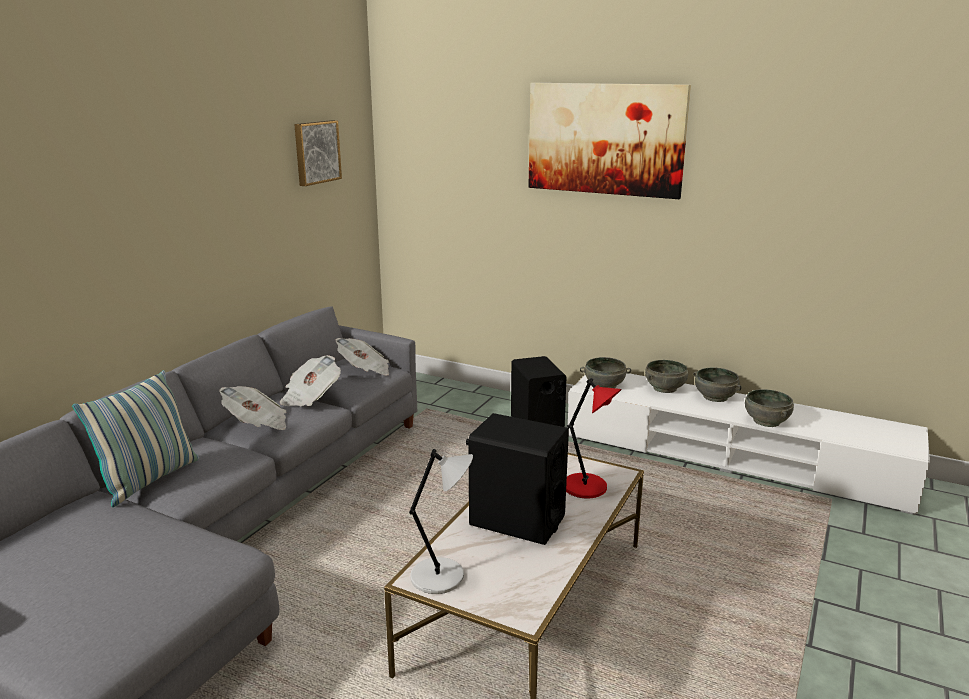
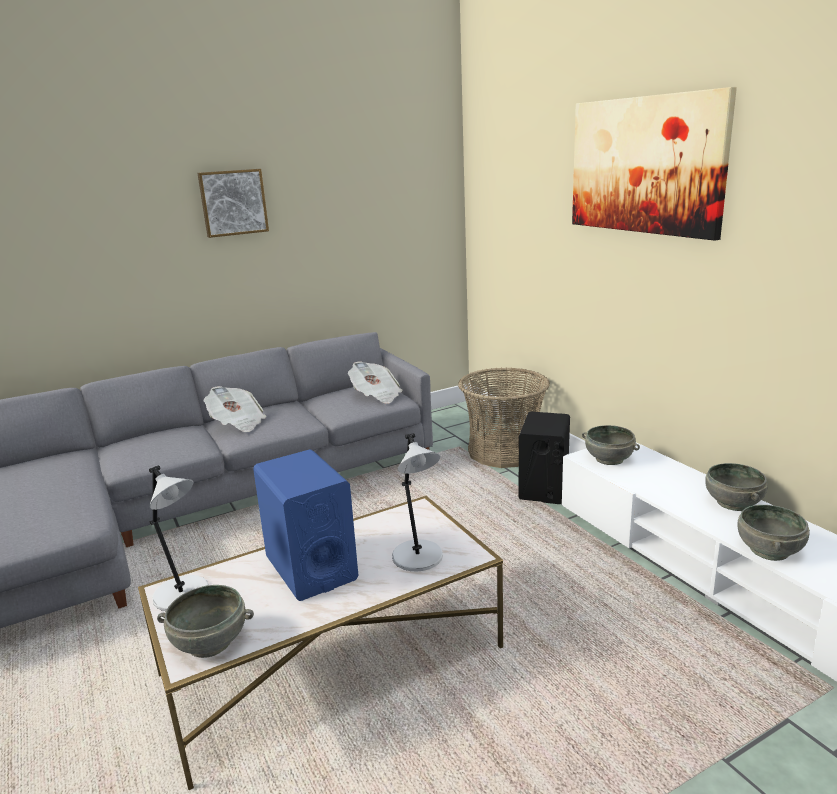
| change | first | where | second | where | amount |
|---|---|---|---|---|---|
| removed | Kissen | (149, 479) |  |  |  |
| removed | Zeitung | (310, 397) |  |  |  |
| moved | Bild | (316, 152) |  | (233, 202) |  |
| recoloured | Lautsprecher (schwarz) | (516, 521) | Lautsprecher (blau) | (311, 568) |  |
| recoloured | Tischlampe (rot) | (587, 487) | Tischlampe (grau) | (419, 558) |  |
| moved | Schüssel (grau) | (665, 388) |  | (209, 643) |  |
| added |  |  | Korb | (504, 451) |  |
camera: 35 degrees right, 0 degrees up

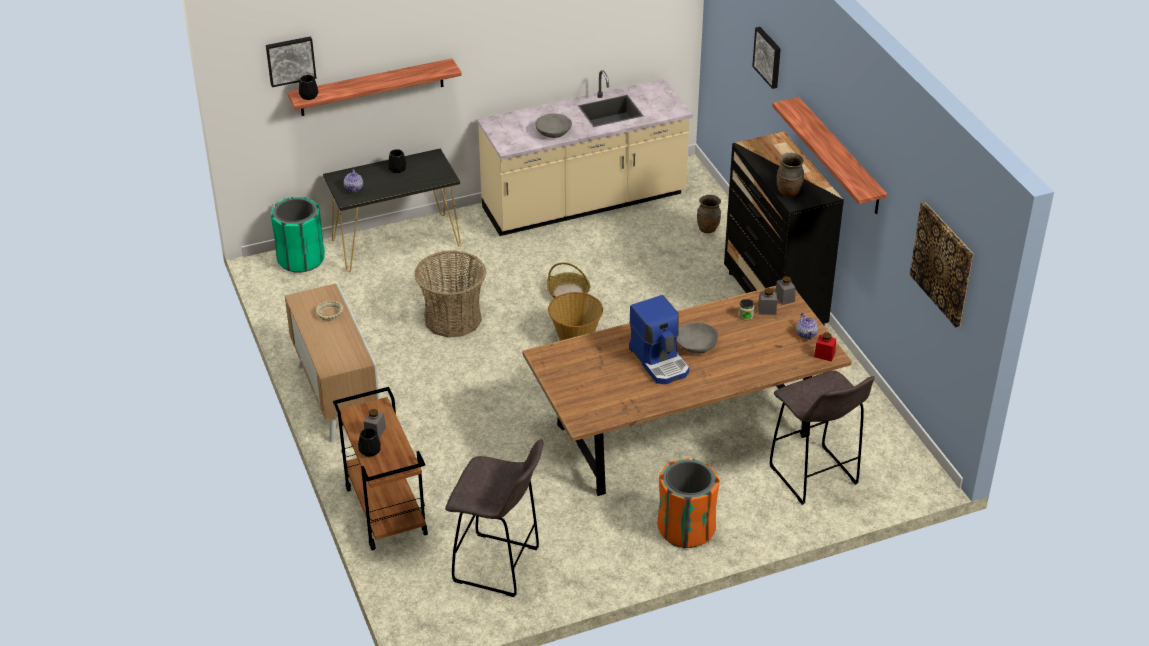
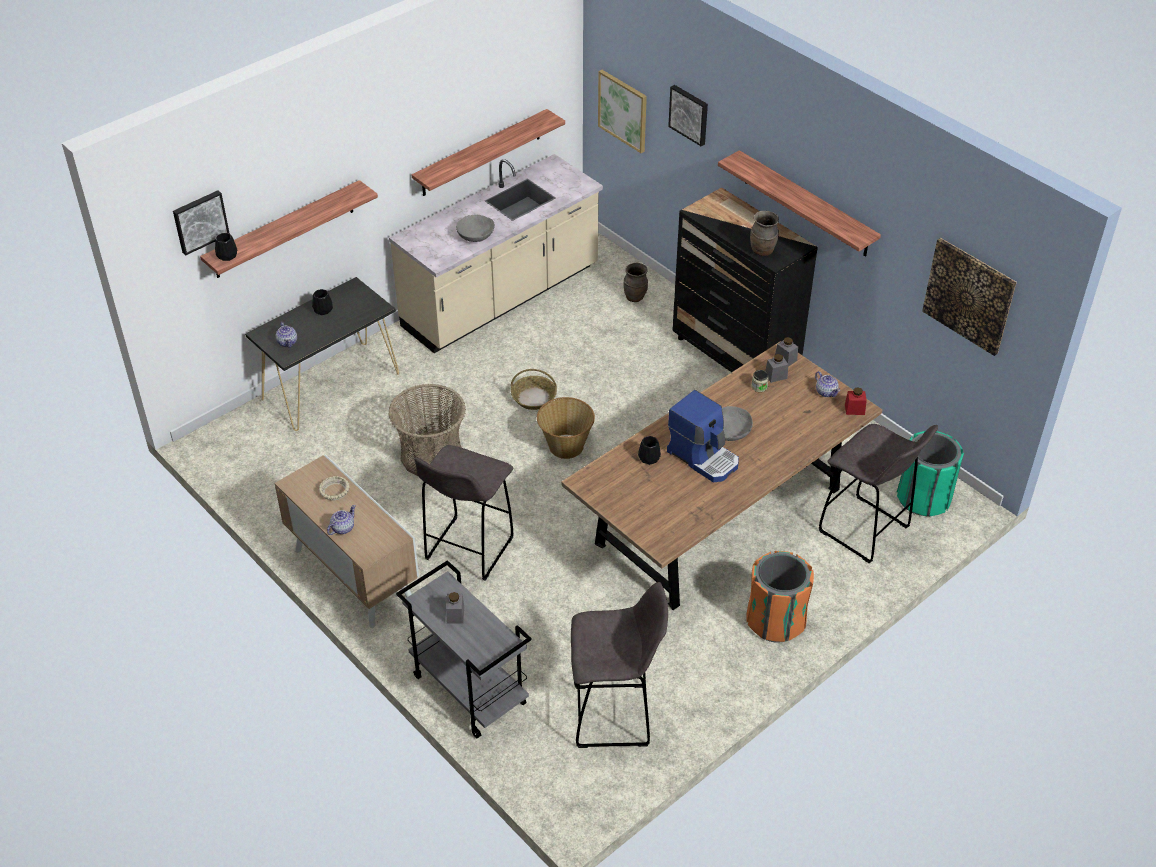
| change | first | where | second | where | amount |
|---|---|---|---|---|---|
| moved | Mülleimer (grün) | (301, 259) |  | (924, 498) |  |
| recoloured | Rollwagen (braun) | (385, 511) | Rollwagen (grau) | (468, 689) |  |
| moved | Vase (schwarz) | (370, 450) |  | (649, 458) |  |
| added |  |  | Teekanne | (342, 528) |  |
| added |  |  | Wandregal | (481, 153) |  |
| added |  |  | Hocker (grau) | (468, 550) |  |
| added |  |  | Bild | (623, 110) |  |
camera: 20 degrees left, 5 degrees up

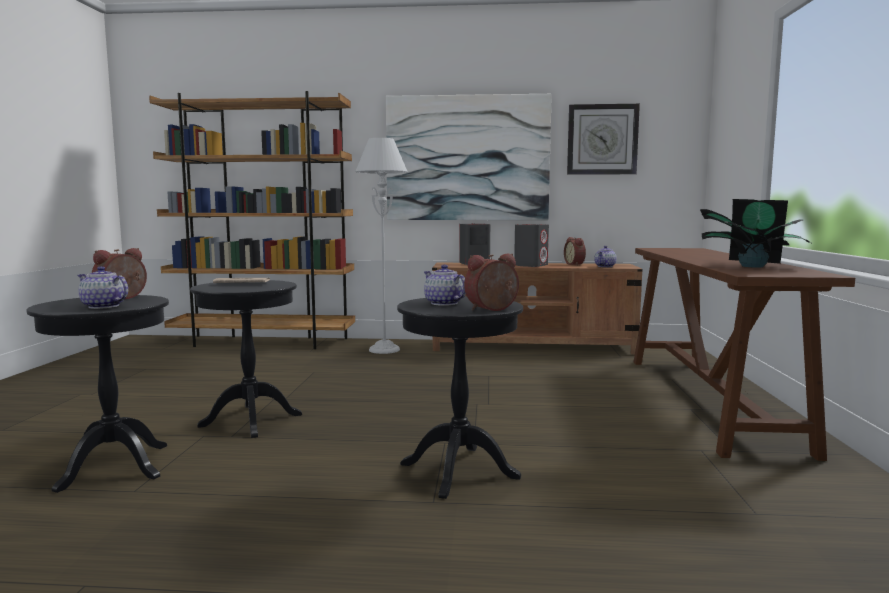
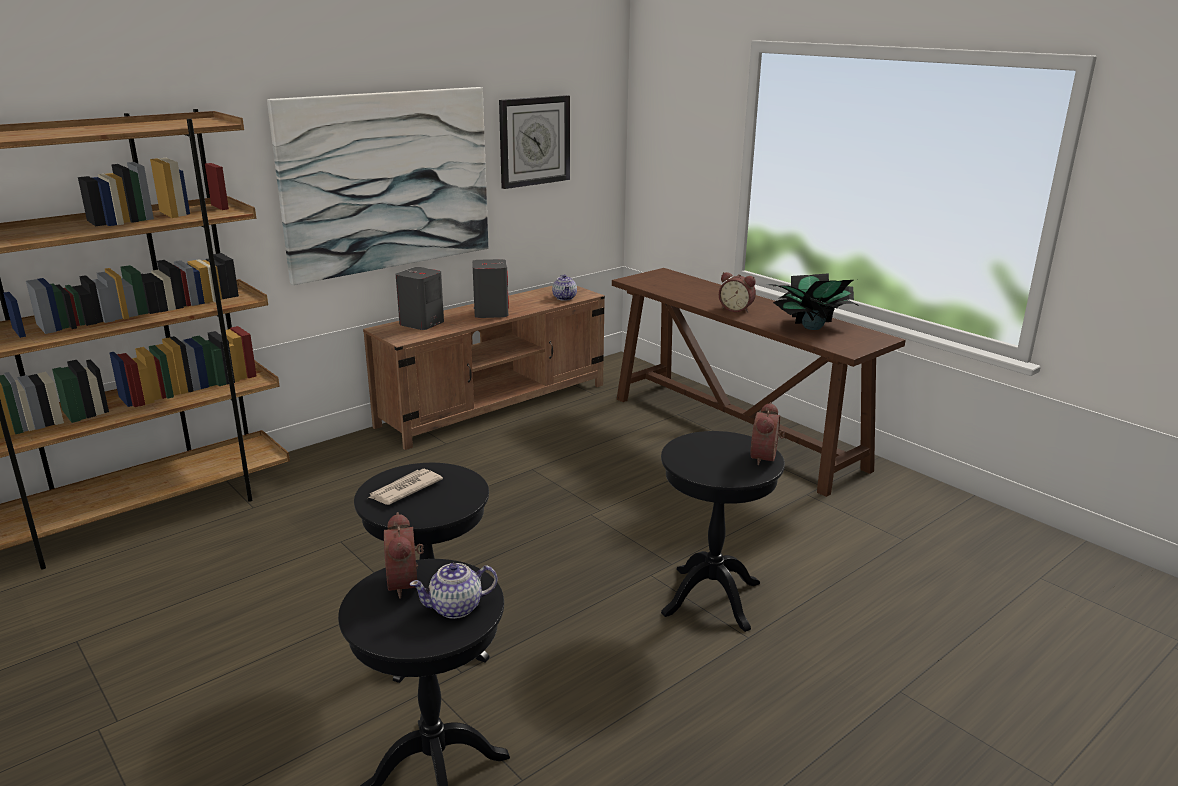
| change | first | where | second | where | amount |
|---|---|---|---|---|---|
| removed | Stehlampe (grau) | (384, 350) |  |  |  |
| removed | Teekanne | (444, 303) |  |  |  |
| moved | Wecker | (575, 264) |  | (736, 309) |  |
camera: 45 degrees left, 15 degrees up

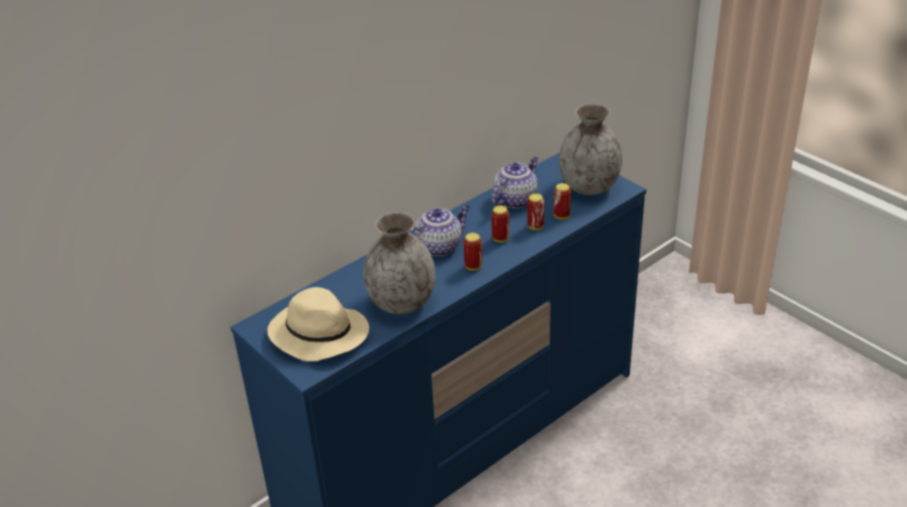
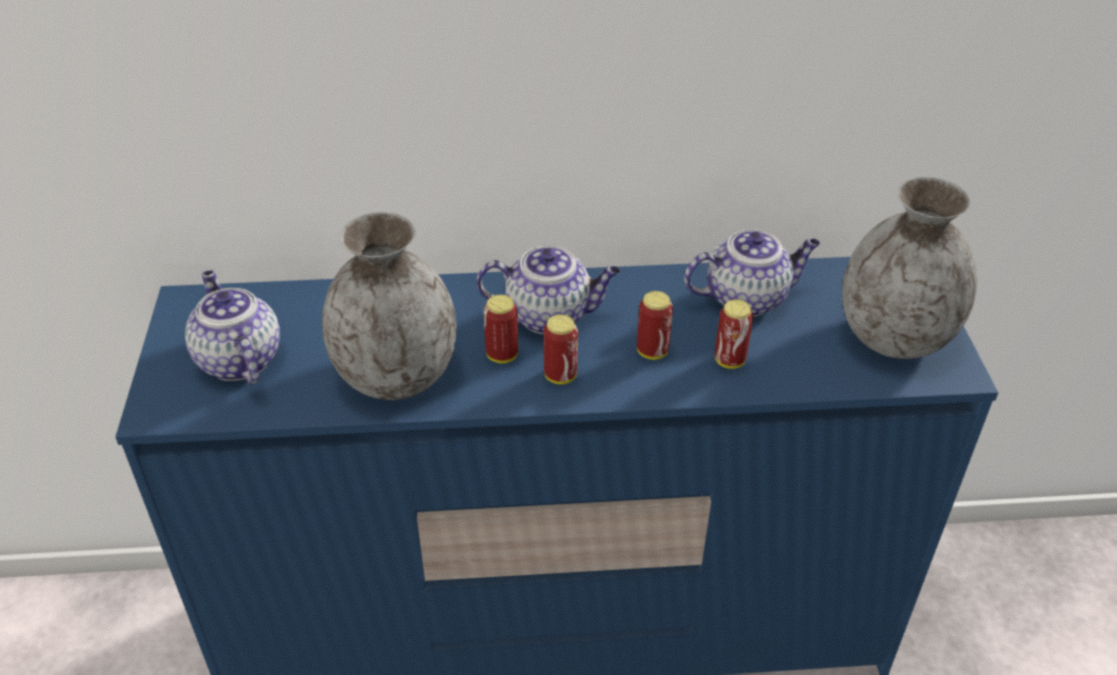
| change | first | where | second | where | amount |
|---|---|---|---|---|---|
| replaced | Hut (beige) | (317, 334) | Teekanne | (238, 359) |  |
| moved | Dose | (561, 216) |  | (502, 355) |  |
camera: 35 degrees right, 5 degrees up

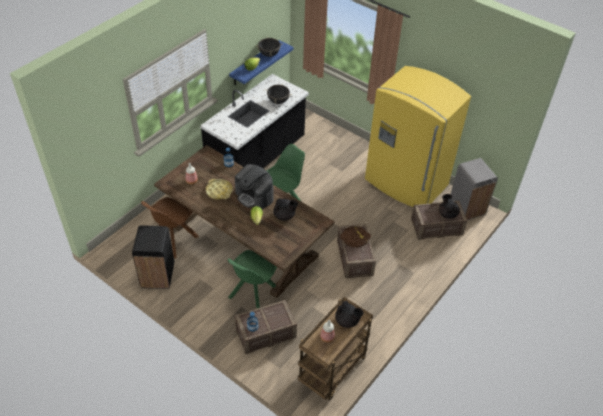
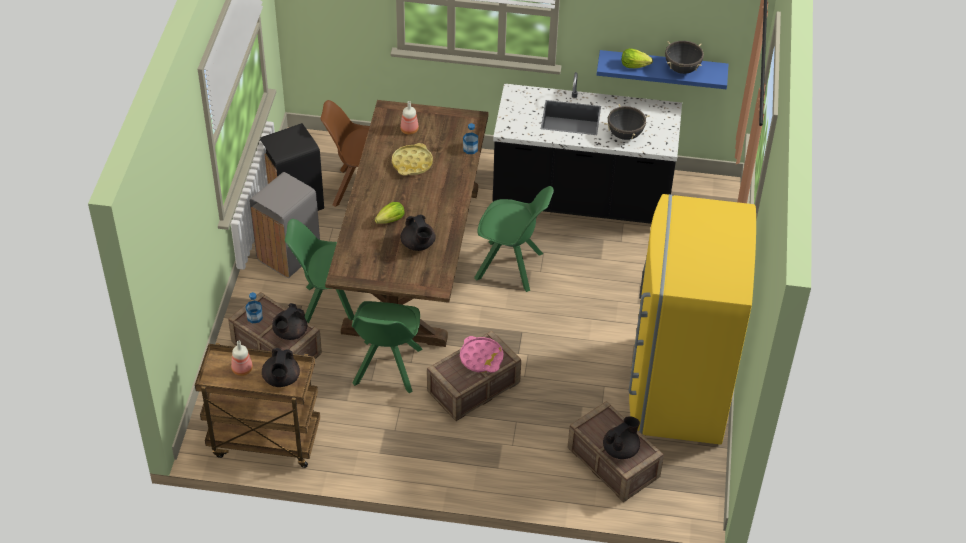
| change | first | where | second | where | amount |
|---|---|---|---|---|---|
| removed | Kaffeemaschine | (254, 196) |  |  |  |
| recoloured | Tablett (braun) | (355, 238) | Tablett (rosa) | (481, 358) |  |
| moved | Mülleimer (grau) | (467, 208) |  | (288, 256) |  |
| added |  |  | Teekanne (schwarz) | (290, 333) |  |
| added |  |  | Stuhl (grün) | (387, 368) |  |
camera: 60 degrees right, 0 degrees up

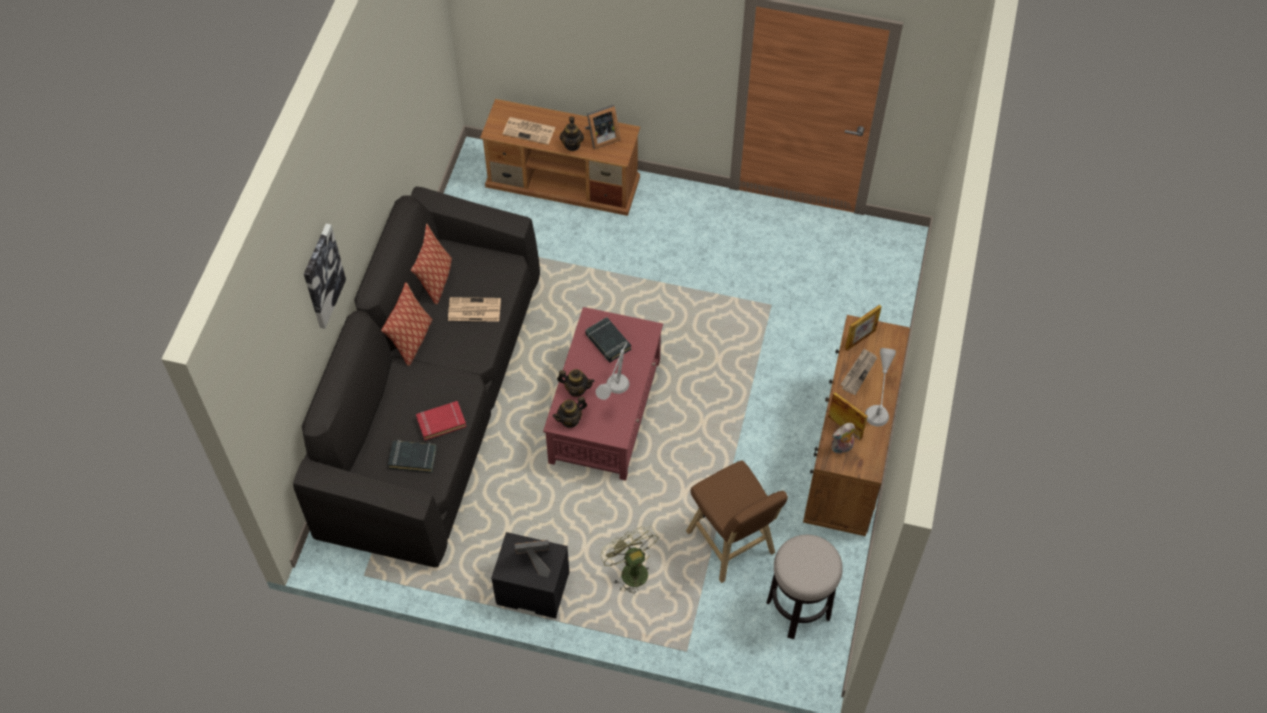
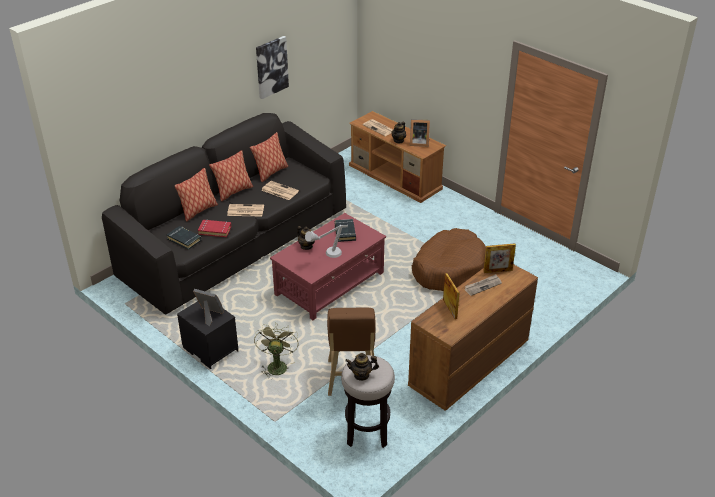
| change | first | where | second | where | amount |
|---|---|---|---|---|---|
| moved | Bild | (322, 276) |  | (271, 67) |  |
| moved | Teekanne | (570, 420) |  | (361, 375) |  |
| removed | Plüschtier | (842, 448) |  |  |  |
| removed | Tischlampe (grau) | (878, 405) |  |  |  |
| added |  |  | Kissen | (198, 211) |  |
| added |  |  | Zeitung | (245, 211) |  |
| added |  |  | Hundebett (braun) | (448, 269) |  |
camera: 30 degrees right, 20 degrees down

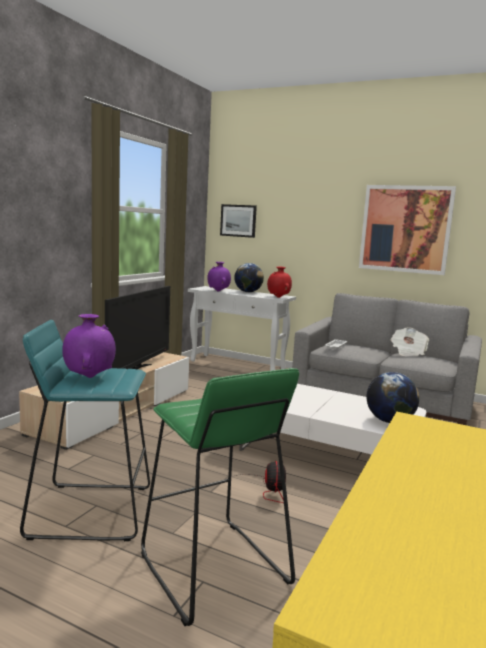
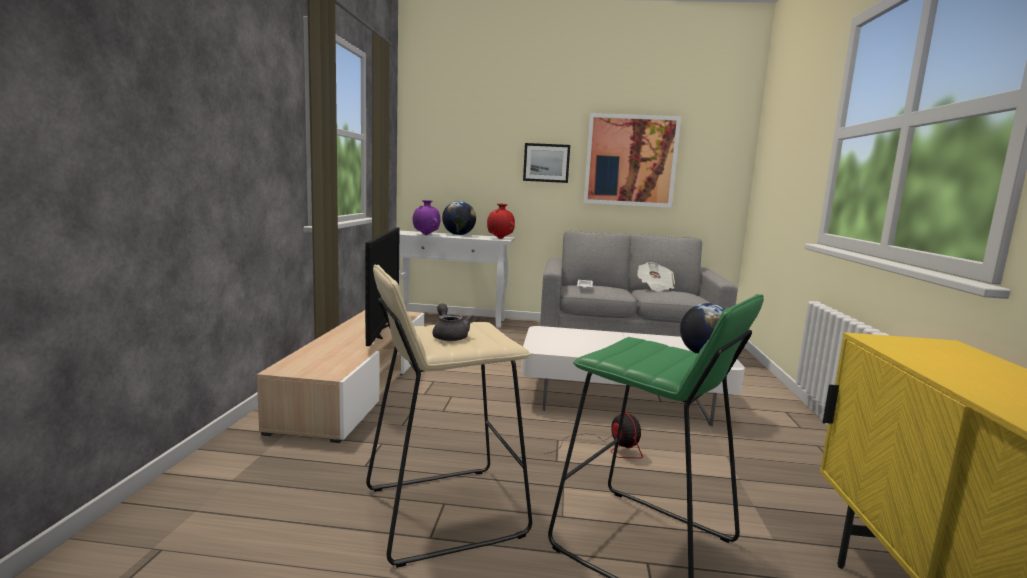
| change | first | where | second | where | amount |
|---|---|---|---|---|---|
| recoloured | Hocker (türkis) | (90, 510) | Hocker (beige) | (442, 511) |  |
| replaced | Vase (lila) | (89, 377) | Teekanne (grau) | (449, 336) |  |
| moved | Bild | (238, 220) |  | (546, 163) |  |
camera: 20 degrees left, 0 degrees up

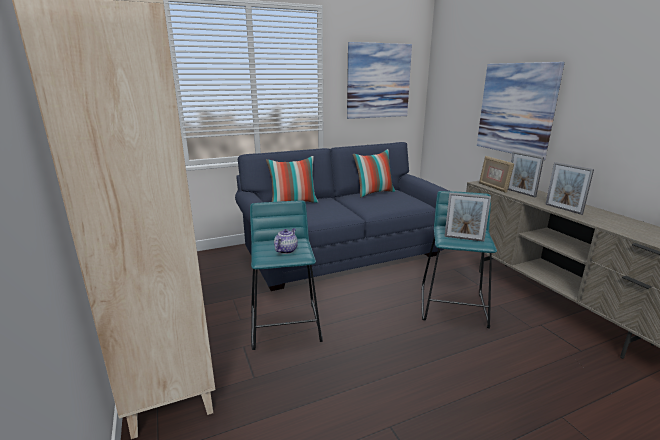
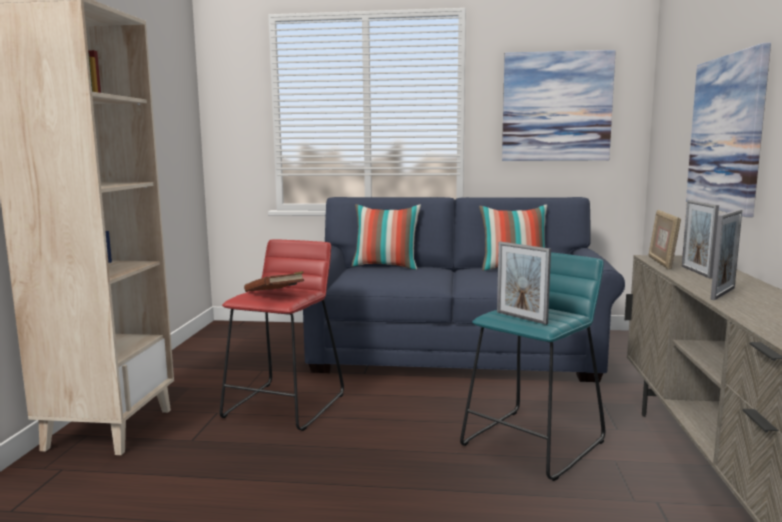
| change | first | where | second | where | amount |
|---|---|---|---|---|---|
| recoloured | Hocker (türkis) | (286, 324) | Hocker (rot) | (285, 405) |  |
| replaced | Teekanne | (286, 250) | Buch (braun) | (275, 295) |  |
| turned | Bilderrahmen | (563, 209) |  | (723, 293) | 135 degrees counterclockwise |
camera: 30 degrees right, 10 degrees down

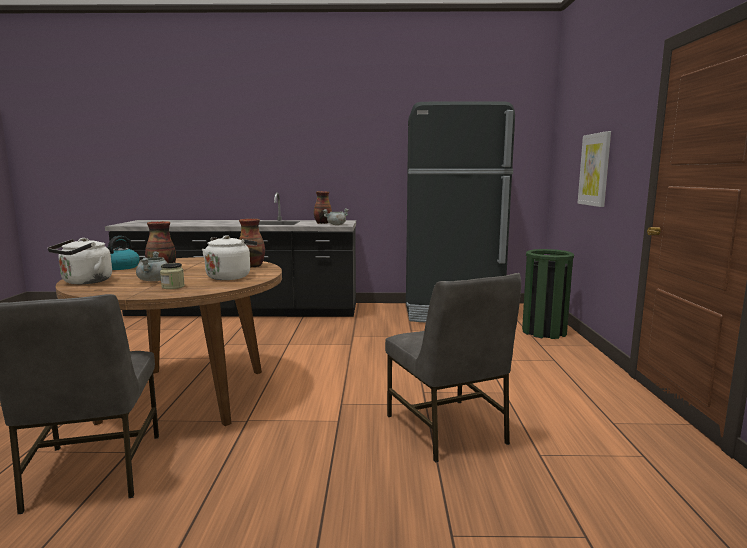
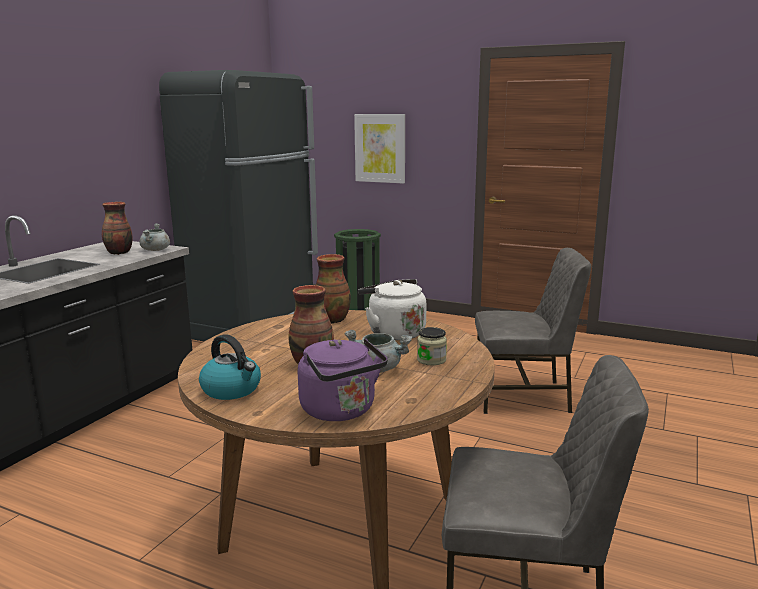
| change | first | where | second | where | amount |
|---|---|---|---|---|---|
| recoloured | Wasserkessel (weiß) | (84, 282) | Wasserkessel (lila) | (341, 411) |  |
camera: 65 degrees left, 5 degrees up

